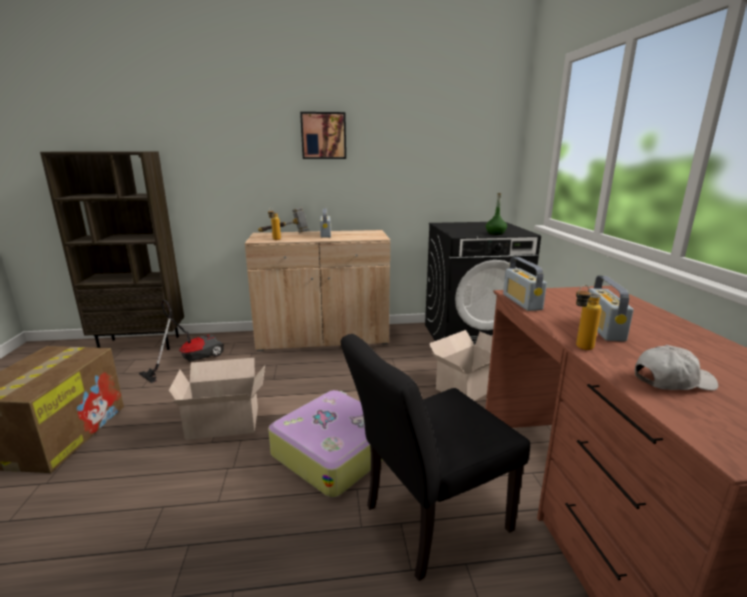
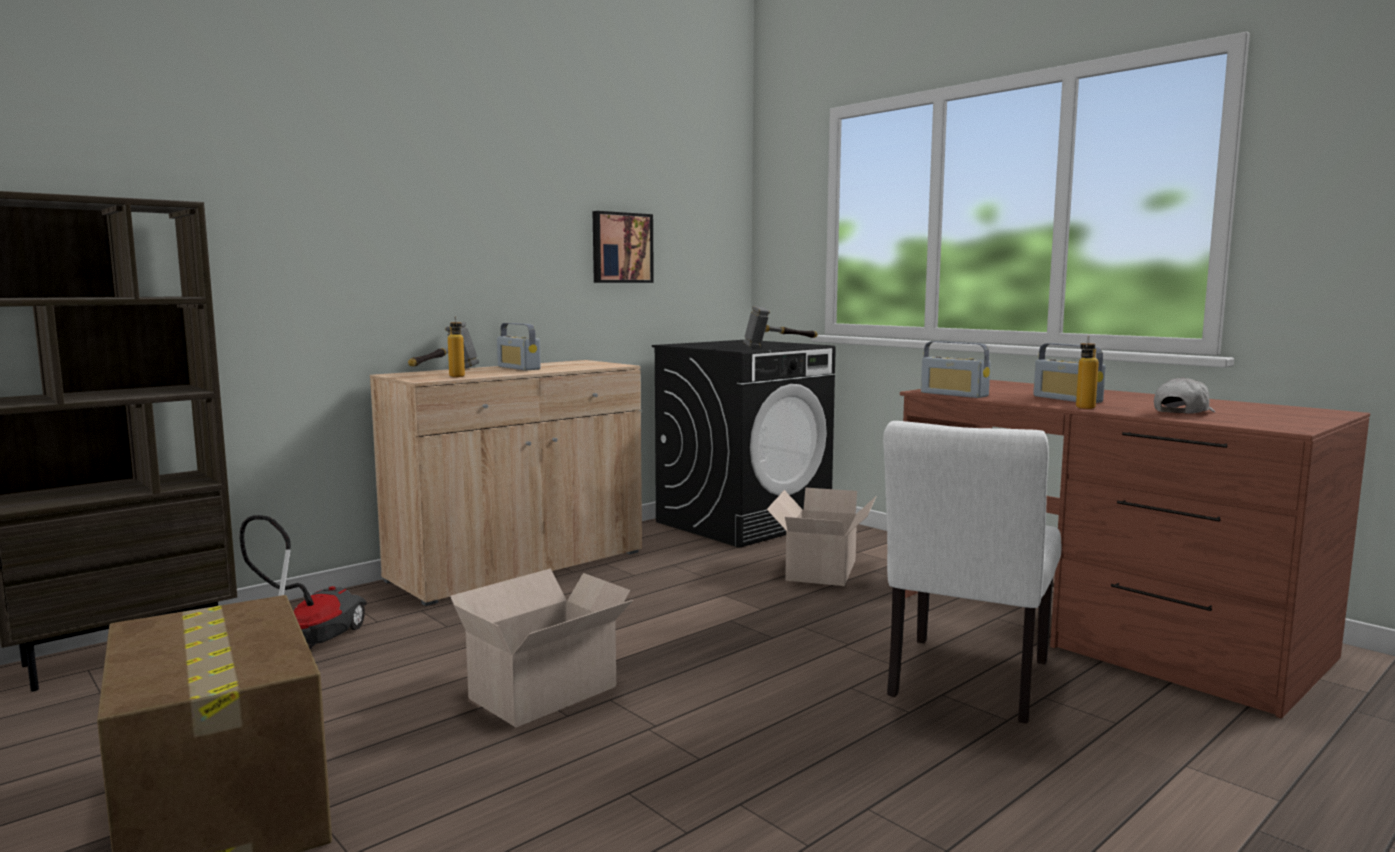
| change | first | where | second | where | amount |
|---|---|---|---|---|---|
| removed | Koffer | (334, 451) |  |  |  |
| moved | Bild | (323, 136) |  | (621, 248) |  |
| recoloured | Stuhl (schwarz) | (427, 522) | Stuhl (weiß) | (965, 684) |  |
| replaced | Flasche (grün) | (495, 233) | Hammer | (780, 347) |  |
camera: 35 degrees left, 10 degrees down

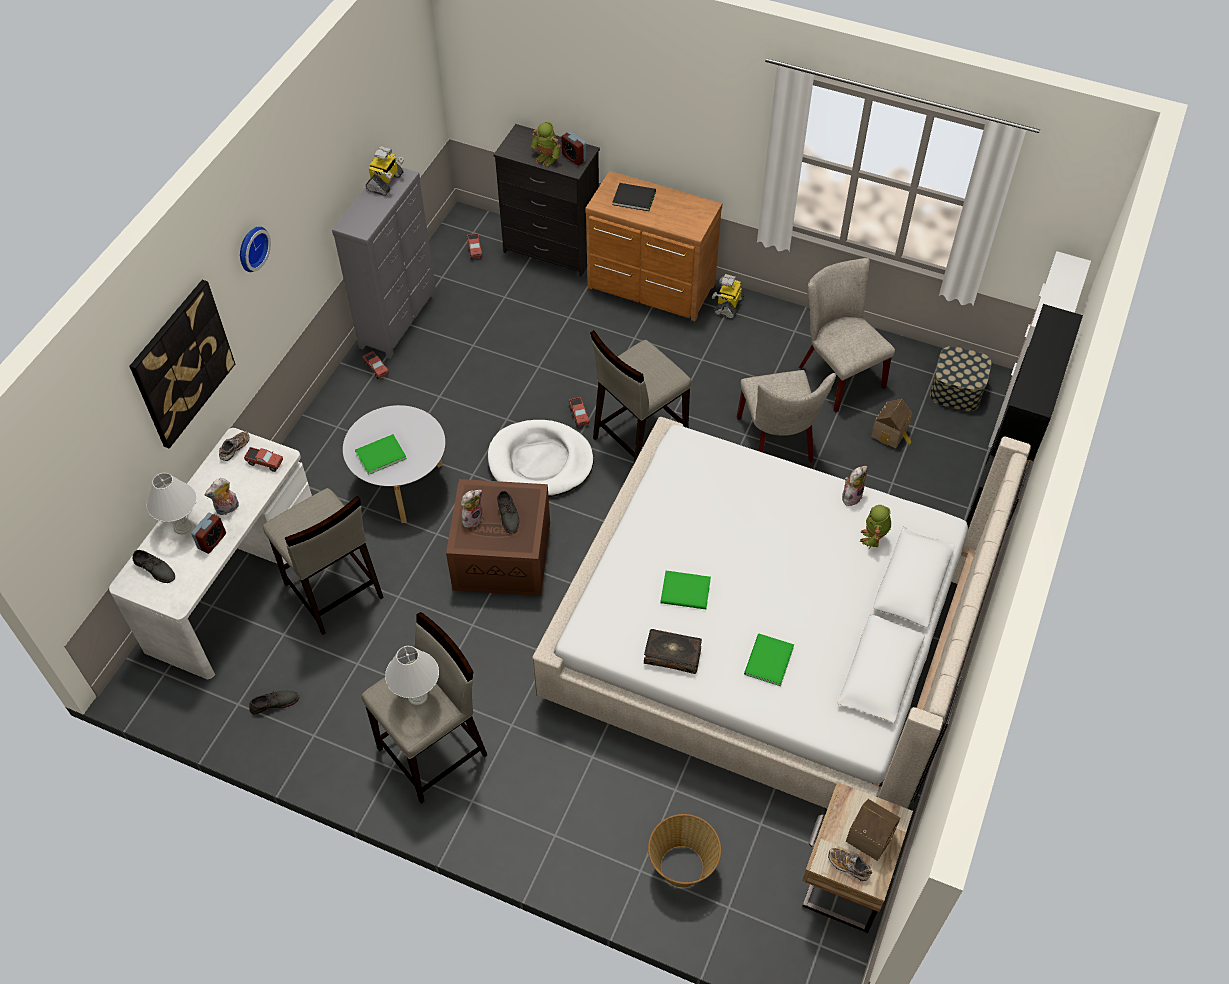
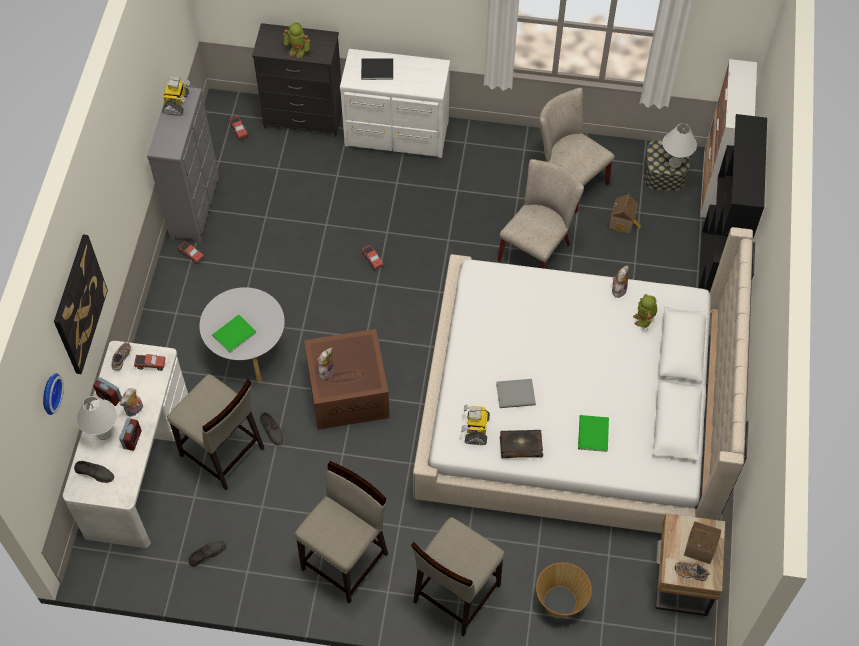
| change | first | where | second | where | amount |
|---|---|---|---|---|---|
| moved | Wanduhr | (251, 248) |  | (49, 393) |  |
| moved | Tischlampe (weiß) | (417, 697) |  | (674, 163) |  |
| removed | Hundebett (weiß) | (540, 462) |  |  |  |
| moved | Schuh (grau) | (508, 514) |  | (272, 430) |  |
| moved | Wecker | (574, 158) |  | (109, 397) |  |
| recoloured | Kommode (braun) | (651, 288) | Kommode (weiß) | (397, 135) |  |
| moved | Hocker (beige) | (638, 440) |  | (455, 594) |  |
| recoloured | Buch (grün) | (687, 592) | Buch (grau) | (517, 395) |  |
| moved | Spielzeugroboter | (728, 305) |  | (476, 429) |  |
| turned | Stuhl (beige) | (777, 443) |  | (537, 249) | 120 degrees counterclockwise |
camera: 15 degrees left, 5 degrees up

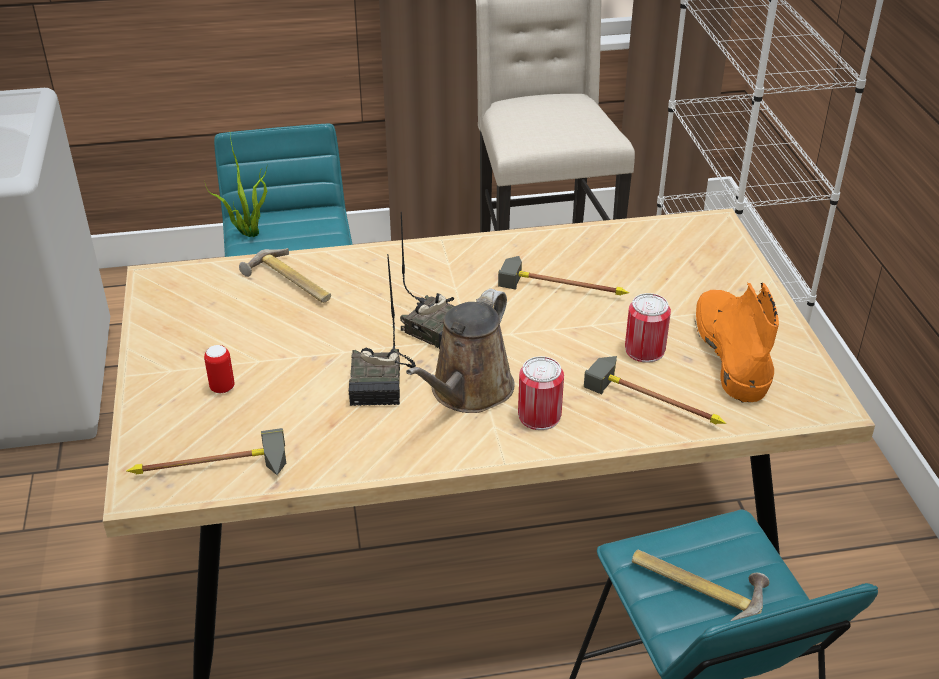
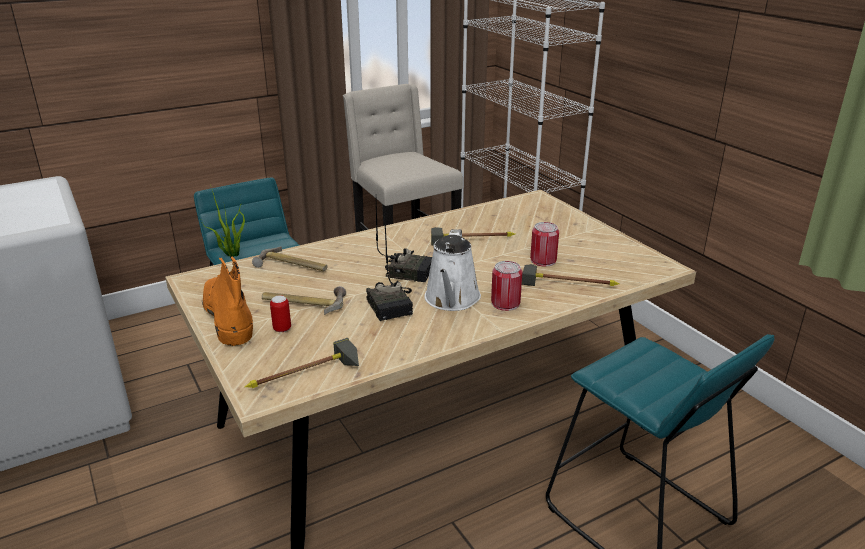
| change | first | where | second | where | amount |
|---|---|---|---|---|---|
| recoloured | Gießkanne (braun) | (468, 392) | Gießkanne (weiß) | (451, 300) |  |
| moved | Hammer | (697, 584) |  | (304, 302) |  |
| moved | Stiefel (orange) | (730, 351) |  | (228, 316) |  |
camera: 20 degrees left, 10 degrees down

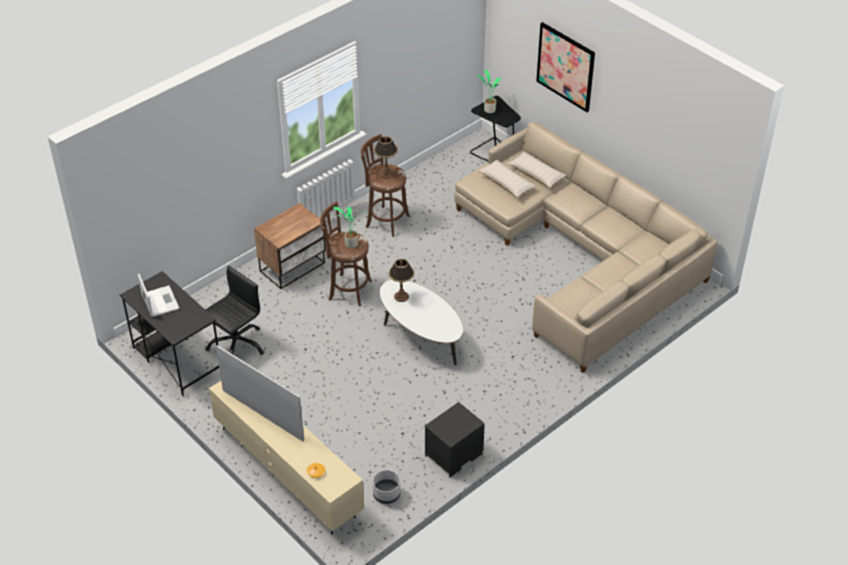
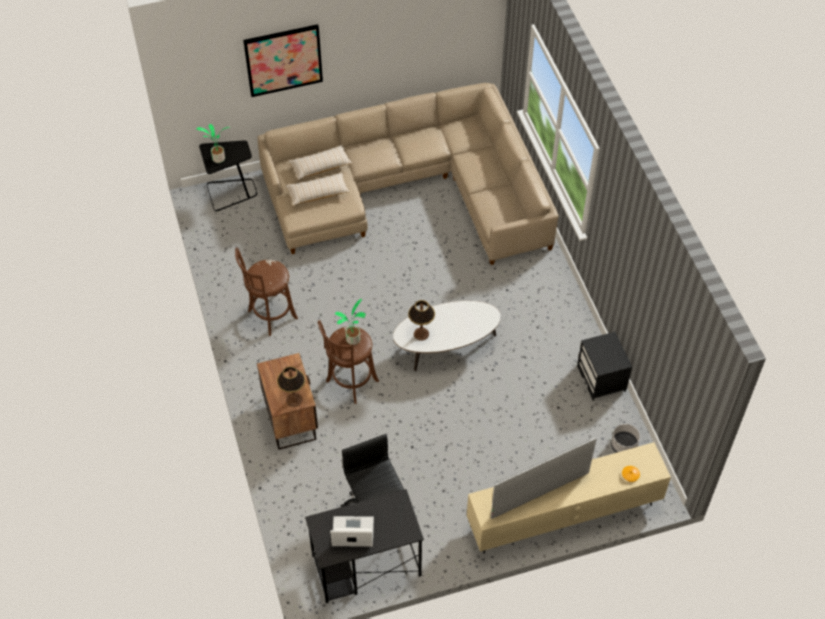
| change | first | where | second | where | amount |
|---|---|---|---|---|---|
| moved | Tischlampe | (386, 174) |  | (294, 400) |  |
camera: 65 degrees left, 10 degrees up

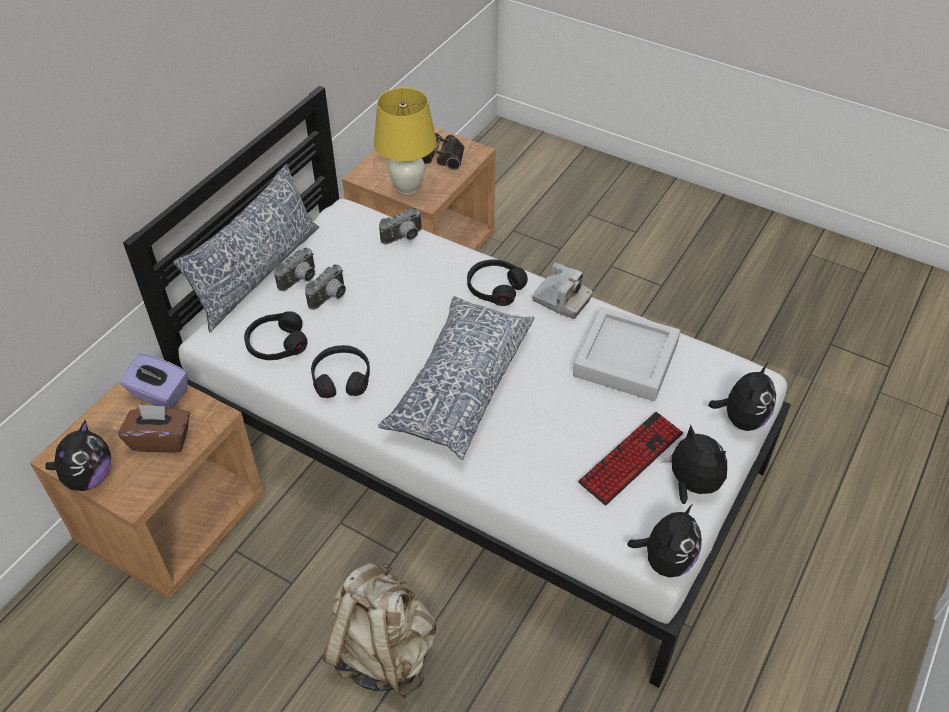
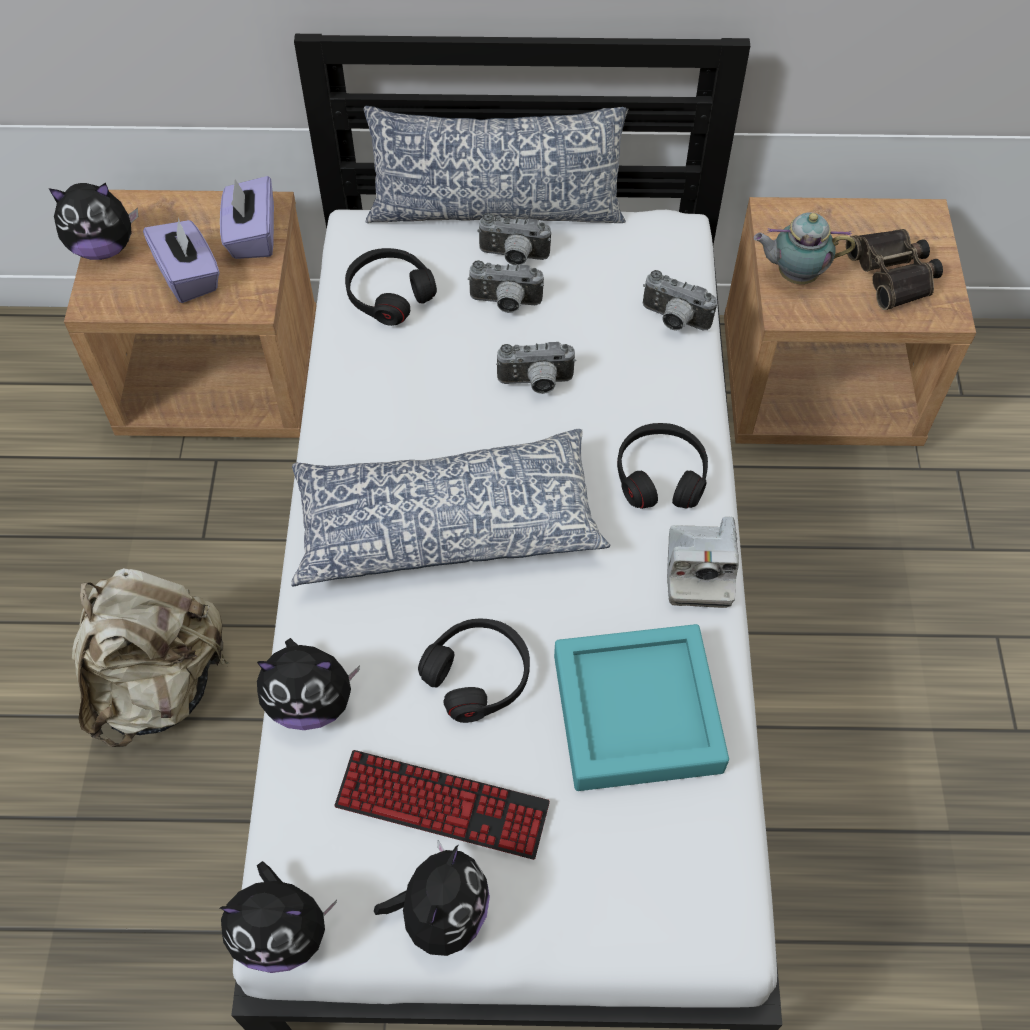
| change | first | where | second | where | amount |
|---|---|---|---|---|---|
| recoloured | Taschentuchbox (braun) | (161, 439) | Taschentuchbox (lila) | (189, 276) |  |
| moved | Kopfhörer (schwarz) | (341, 378) |  | (478, 675) |  |
| replaced | Tischlampe (gelb) | (407, 188) | Teekanne | (794, 275) |  |
| recoloured | Tablett (grau) | (625, 359) | Tablett (türkis) | (637, 713) |  |
| moved | Plüschtier | (741, 419) |  | (311, 702) |  |
| added |  |  | Kamera | (536, 384) |  |
camera: 60 degrees right, 10 degrees up

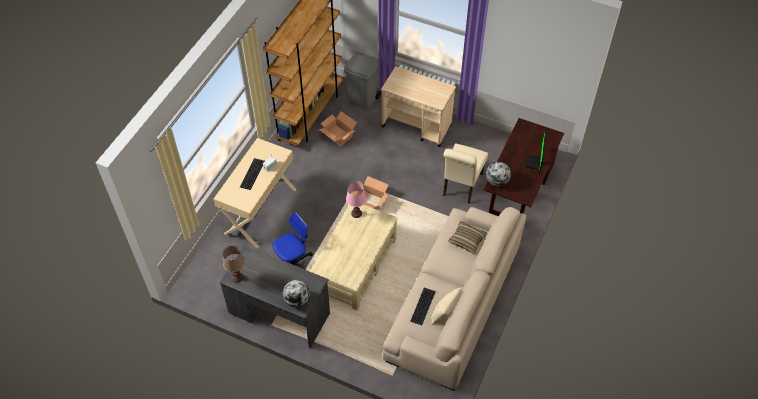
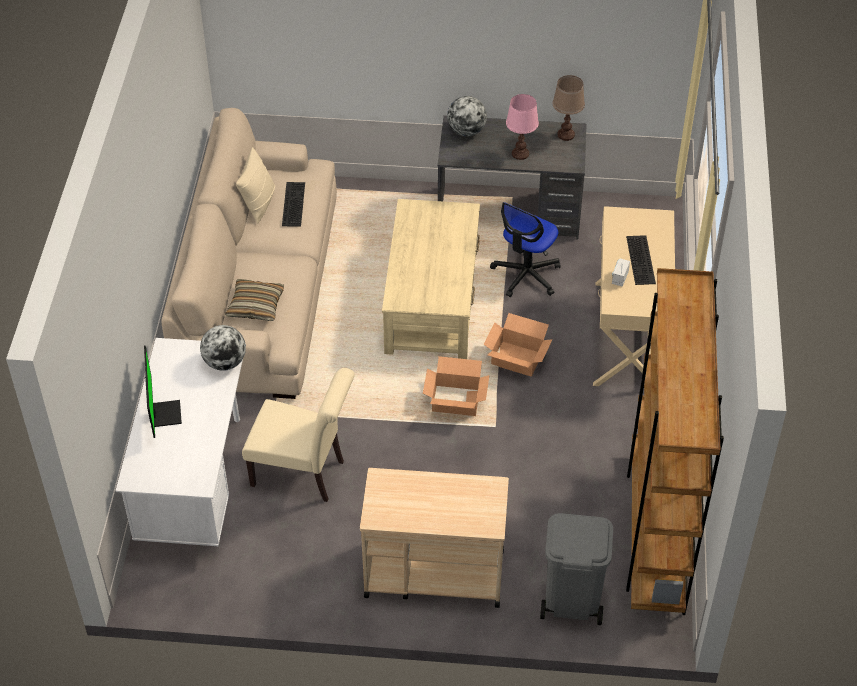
| change | first | where | second | where | amount |
|---|---|---|---|---|---|
| moved | Karton | (338, 135) |  | (517, 359) |  |
| moved | Tischlampe (rosa) | (356, 213) |  | (520, 154) |  |
| turned | Stuhl (beige) | (461, 186) |  | (304, 474) | 105 degrees clockwise |
| recoloured | Schreibtisch (braun) | (517, 197) | Schreibtisch (weiß) | (195, 484) |  |
camera: 160 degrees right, 5 degrees down

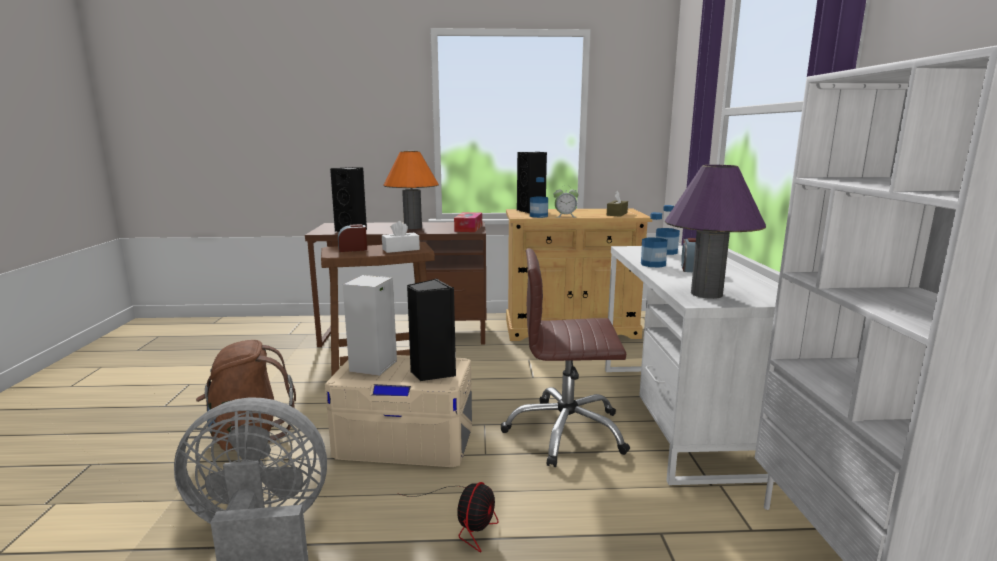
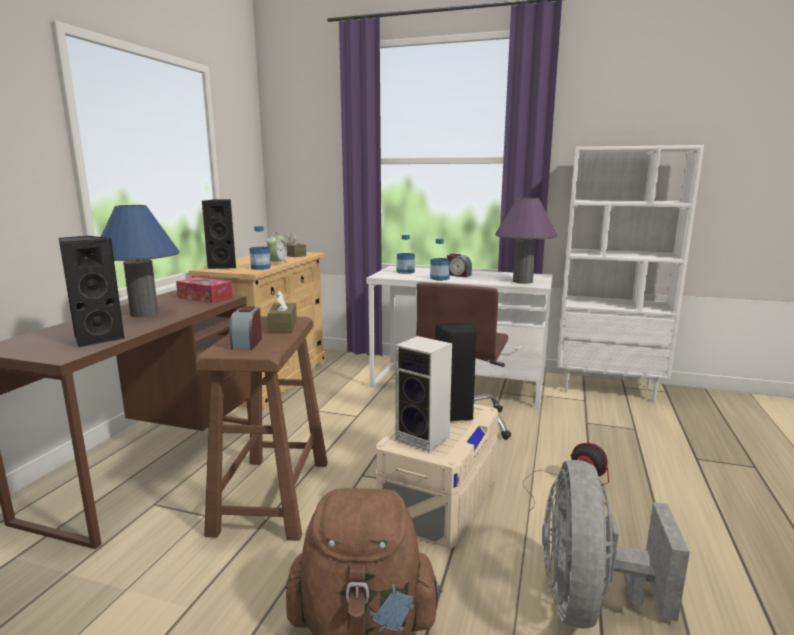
| change | first | where | second | where | amount |
|---|---|---|---|---|---|
| recoloured | Taschentuchbox (weiß) | (401, 249) | Taschentuchbox (braun) | (283, 326) |  |
| recoloured | Tischlampe (orange) | (413, 227) | Tischlampe (blau) | (144, 314) |  |
camera: 70 degrees left, 0 degrees up

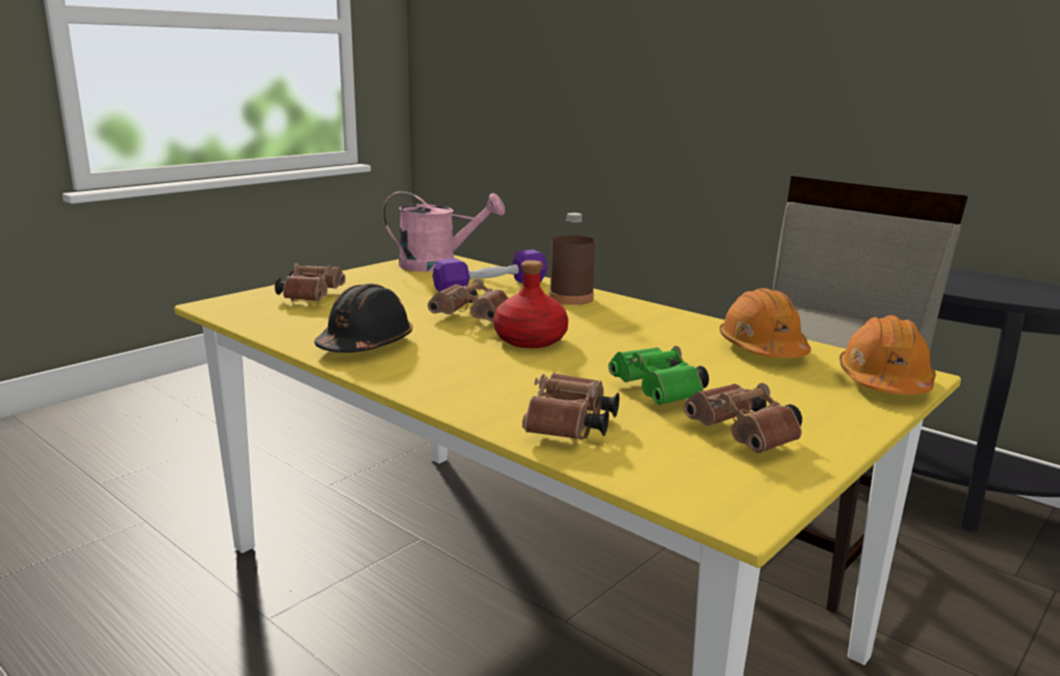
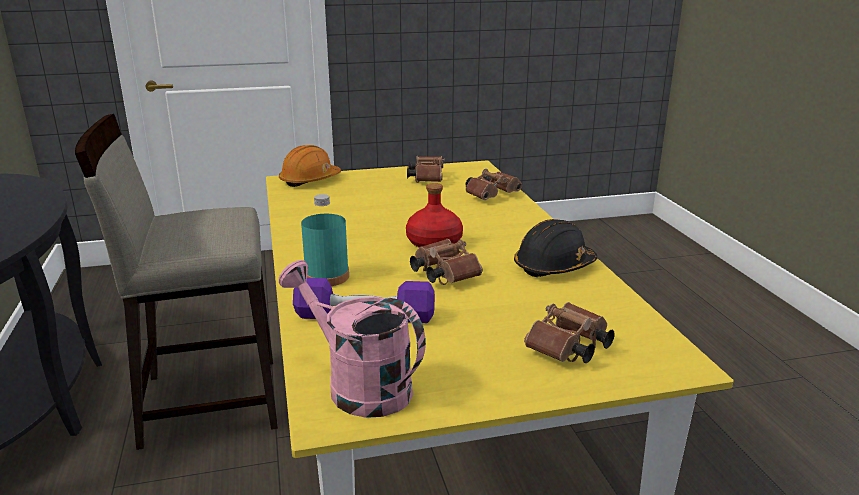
| change | first | where | second | where | amount |
|---|---|---|---|---|---|
| recoloured | Flasche (braun) | (571, 298) | Flasche (türkis) | (327, 276) |  |
| removed | Fernglas (grün) | (659, 394) |  |  |  |
| removed | Schutzhelm (orange) | (762, 349) |  |  |  |
camera: 145 degrees left, 5 degrees up

